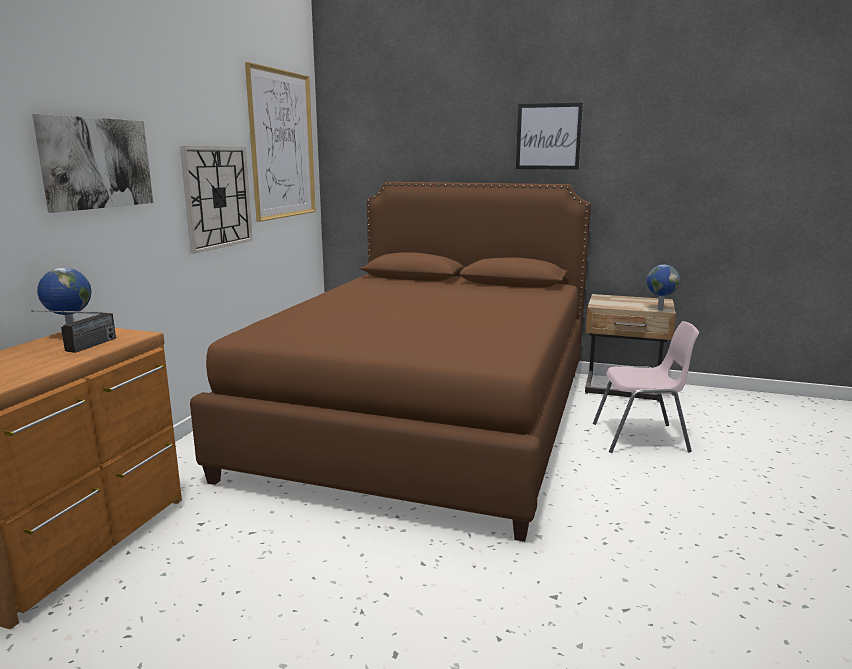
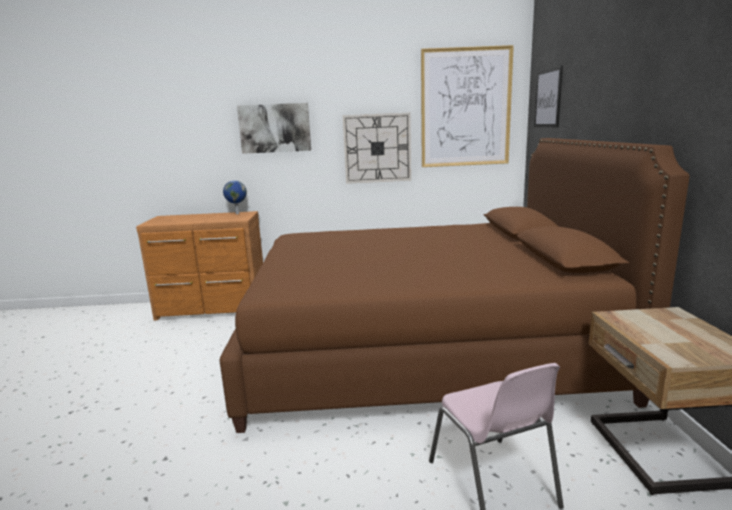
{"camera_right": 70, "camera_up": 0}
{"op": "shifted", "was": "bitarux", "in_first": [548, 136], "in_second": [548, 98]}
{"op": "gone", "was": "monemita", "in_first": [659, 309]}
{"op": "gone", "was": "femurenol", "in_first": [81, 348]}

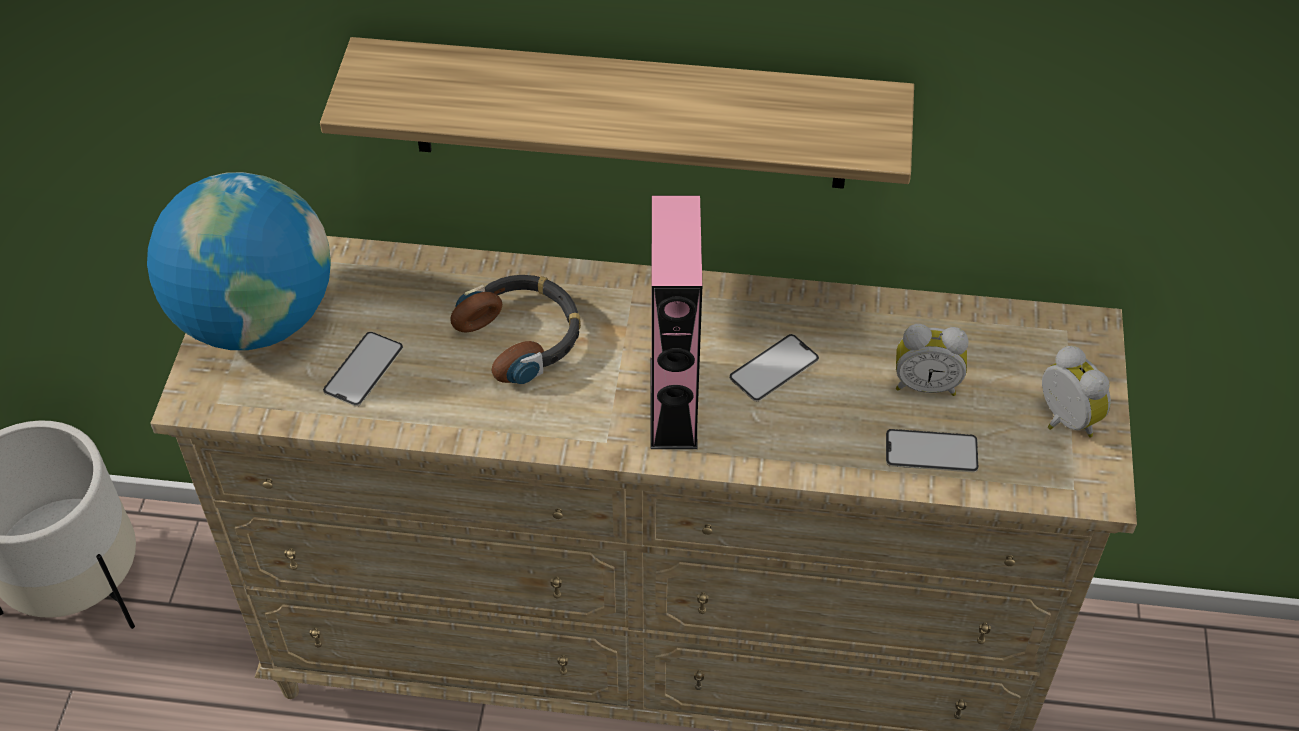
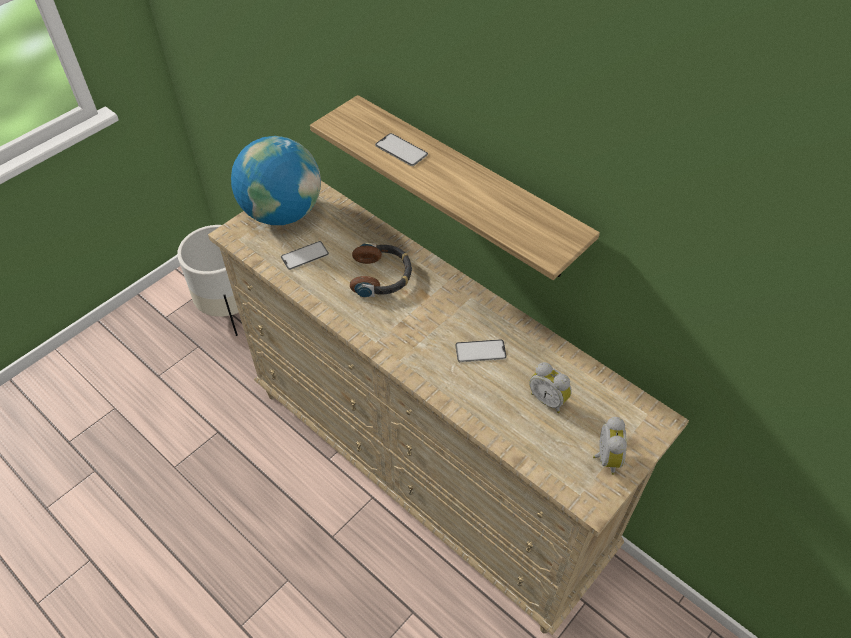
{"camera_right": 35, "camera_up": 0}
{"op": "gone", "was": "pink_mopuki", "in_first": [673, 402]}
{"op": "shifted", "was": "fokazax", "in_first": [931, 451], "in_second": [401, 150]}

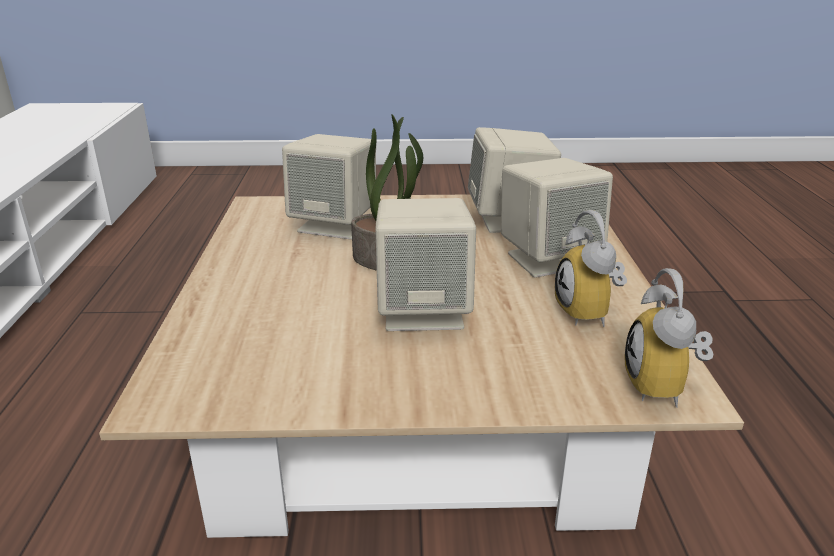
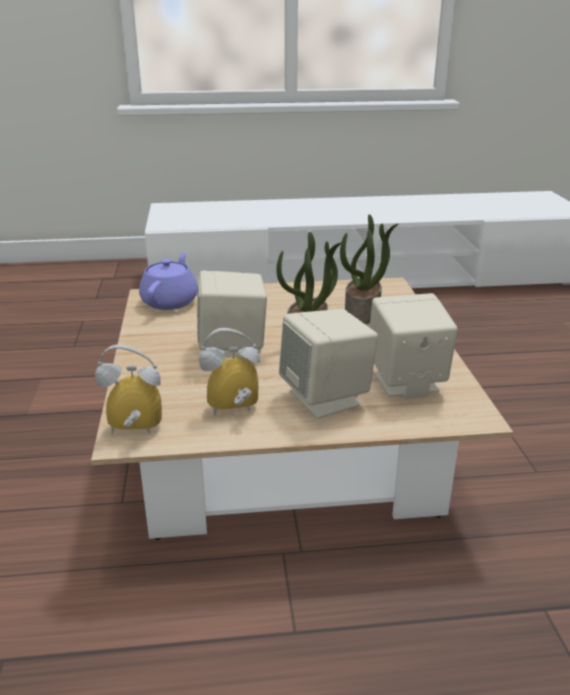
{"camera_right": 85, "camera_up": 0}
{"op": "swapped", "was": "beige_mopuki", "now": "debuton", "in_first": [335, 225], "in_second": [363, 313]}
{"op": "new", "now": "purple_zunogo", "in_second": [170, 301]}

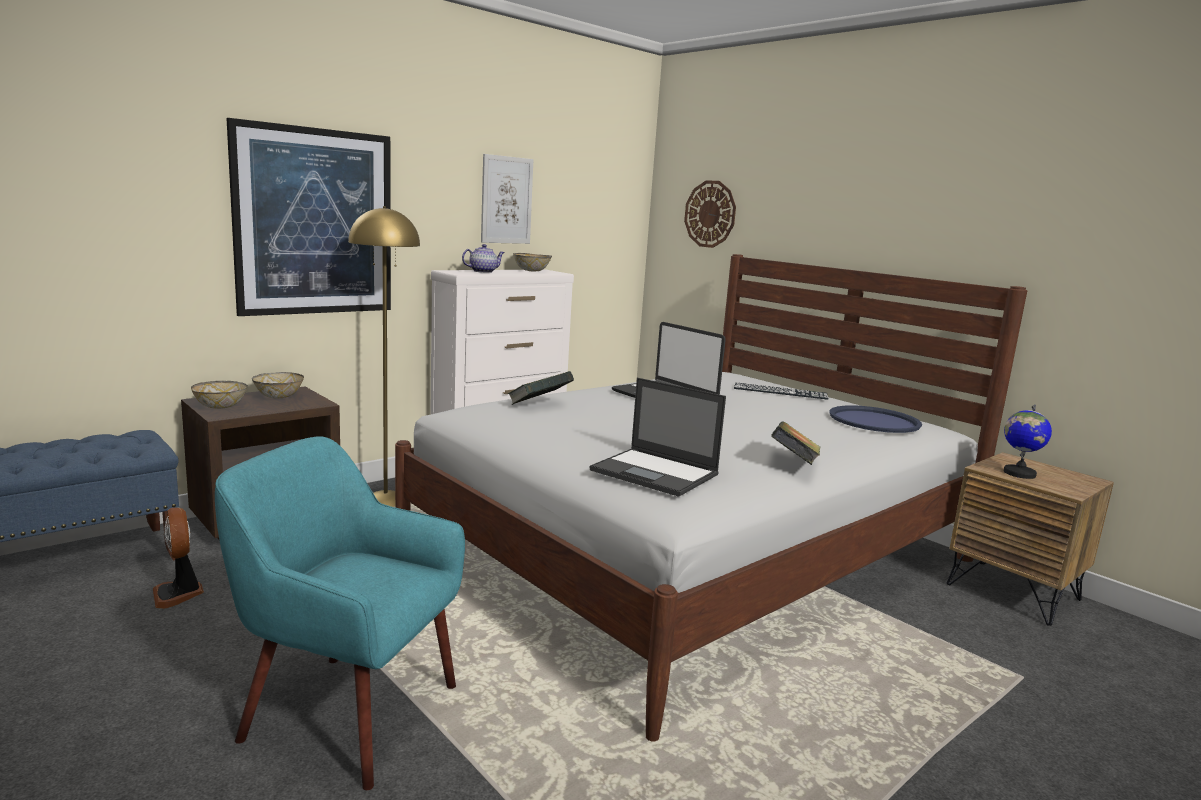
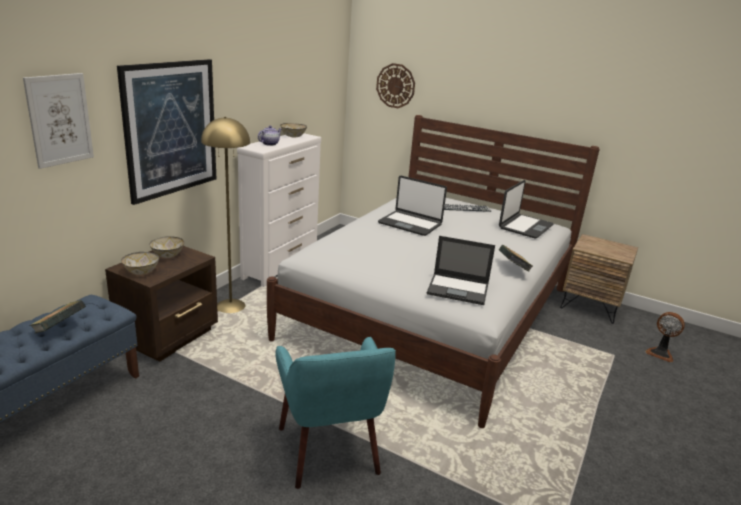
{"camera_right": -20, "camera_up": 10}
{"op": "shifted", "was": "bitarux", "in_first": [506, 200], "in_second": [60, 120]}
{"op": "shifted", "was": "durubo", "in_first": [539, 405], "in_second": [60, 329]}
{"op": "gone", "was": "monemita", "in_first": [1019, 473]}
{"op": "swapped", "was": "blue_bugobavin", "now": "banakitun", "in_first": [874, 421], "in_second": [525, 226]}
{"op": "rotated", "was": "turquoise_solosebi", "in_first": [348, 713], "in_second": [329, 450], "clockwise": -105}
{"op": "shifted", "was": "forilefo", "in_first": [179, 594], "in_second": [660, 353]}

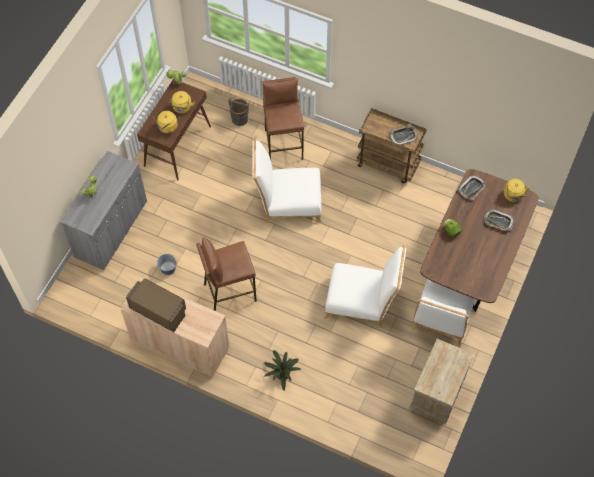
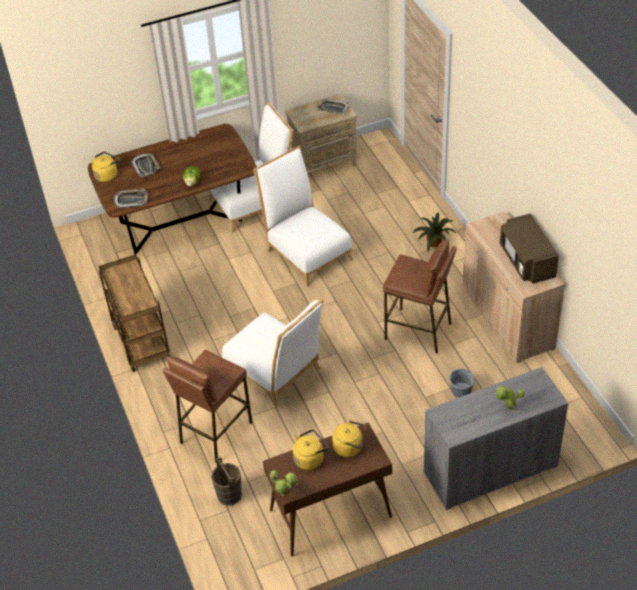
{"camera_right": -135, "camera_up": -15}
{"op": "shifted", "was": "bugobavin", "in_first": [403, 136], "in_second": [332, 109]}

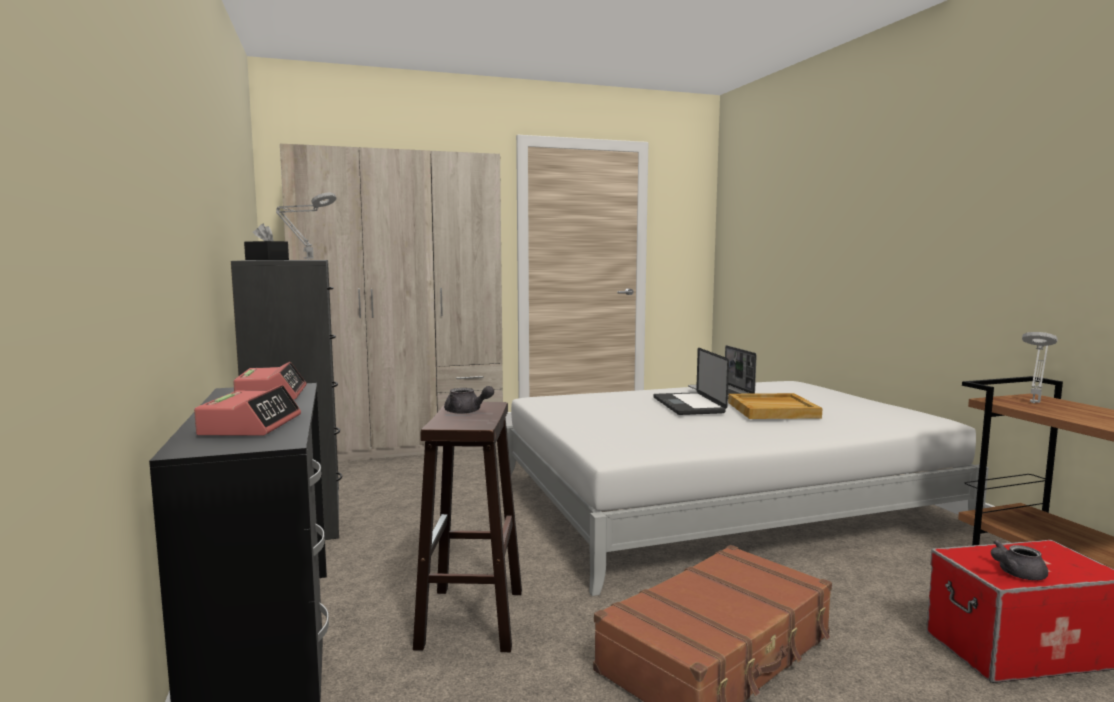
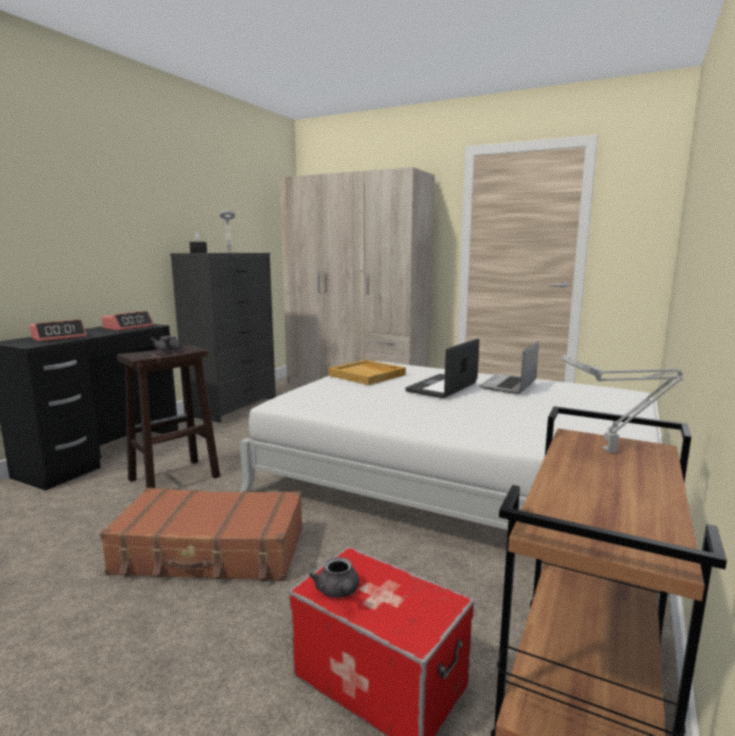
{"camera_right": 45, "camera_up": 5}
{"op": "shifted", "was": "beige_bugobavin", "in_first": [773, 410], "in_second": [368, 375]}
{"op": "rotated", "was": "grey_zunogo", "in_first": [1016, 574], "in_second": [338, 592], "clockwise": -135}

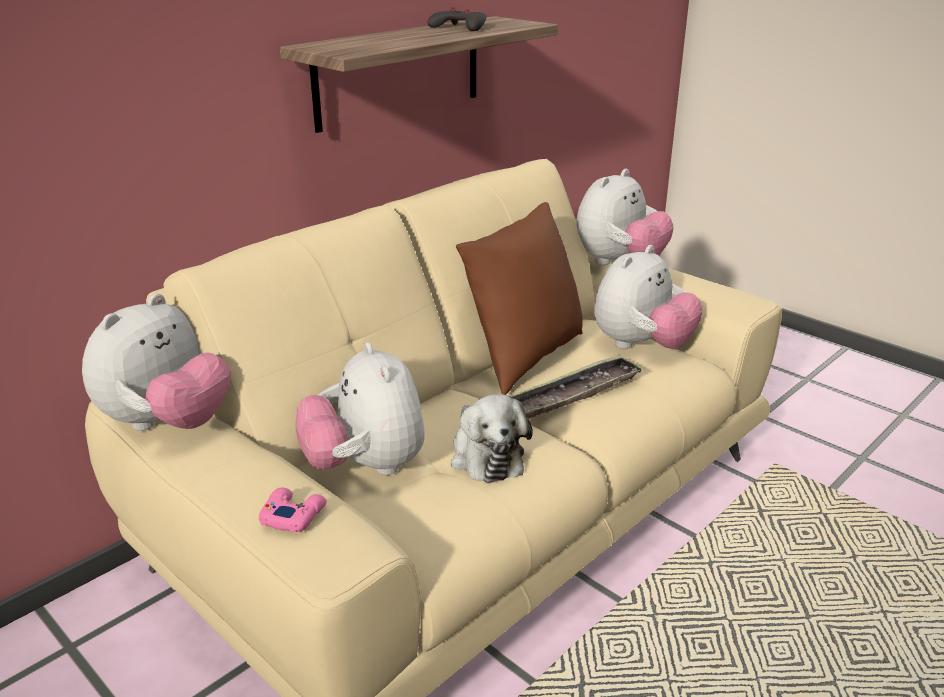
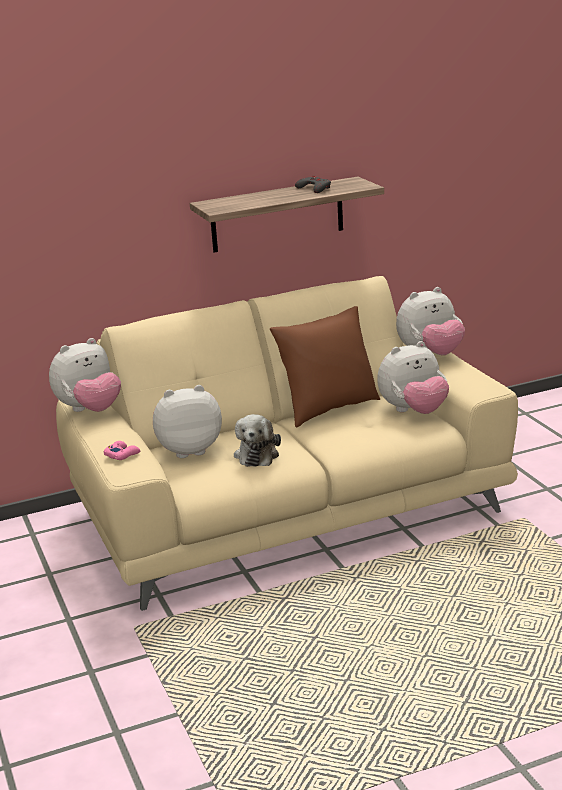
{"camera_right": 25, "camera_up": -5}
{"op": "rotated", "was": "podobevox", "in_first": [365, 466], "in_second": [188, 450], "clockwise": 75}
{"op": "gone", "was": "bugobavin", "in_first": [570, 396]}

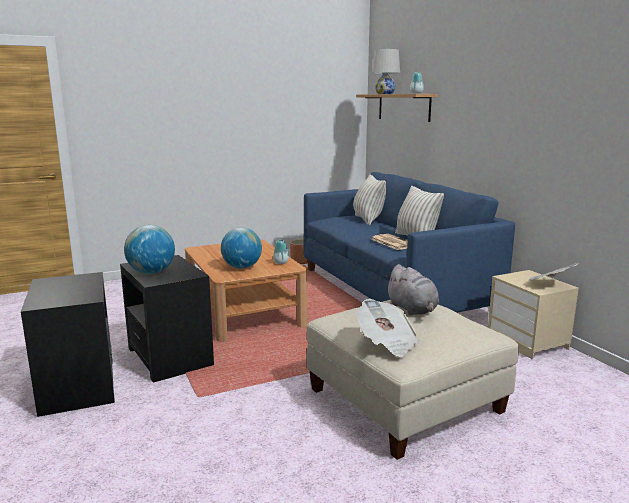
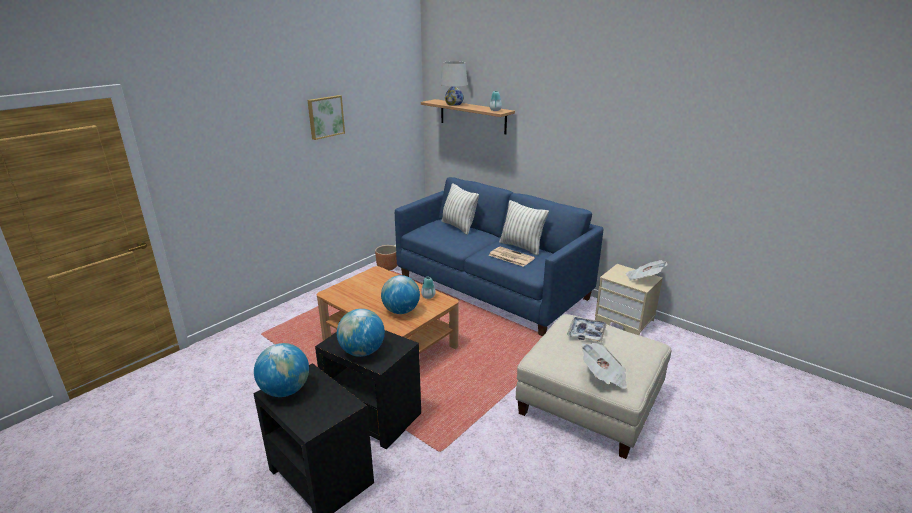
{"camera_right": -25, "camera_up": 10}
{"op": "swapped", "was": "grey_podobevox", "now": "bugobavin", "in_first": [413, 309], "in_second": [586, 333]}
{"op": "new", "now": "bitarux", "in_second": [325, 117]}
{"op": "new", "now": "monemita", "in_second": [285, 390]}

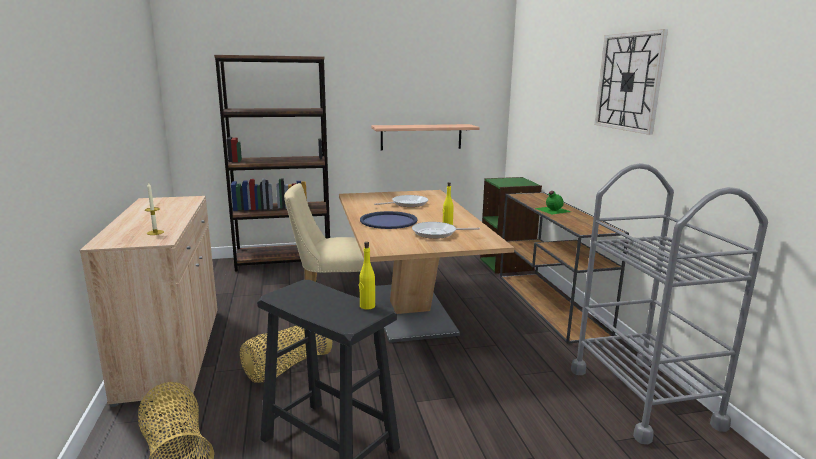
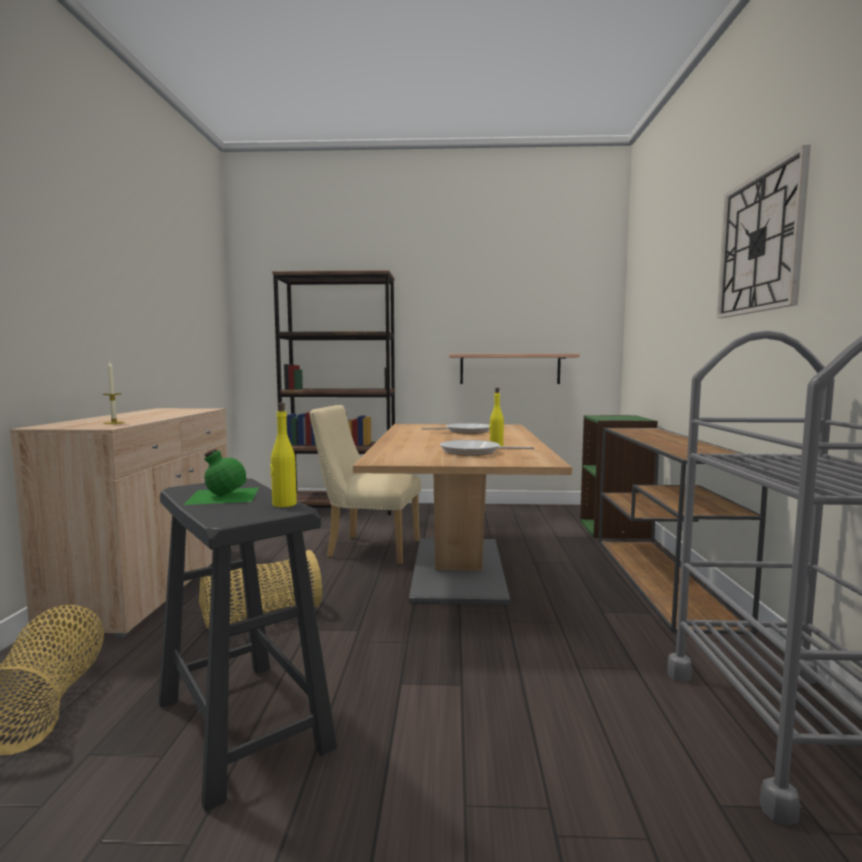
{"camera_right": 15, "camera_up": -10}
{"op": "shifted", "was": "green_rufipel", "in_first": [552, 210], "in_second": [222, 495]}
{"op": "gone", "was": "blue_bugobavin", "in_first": [388, 221]}

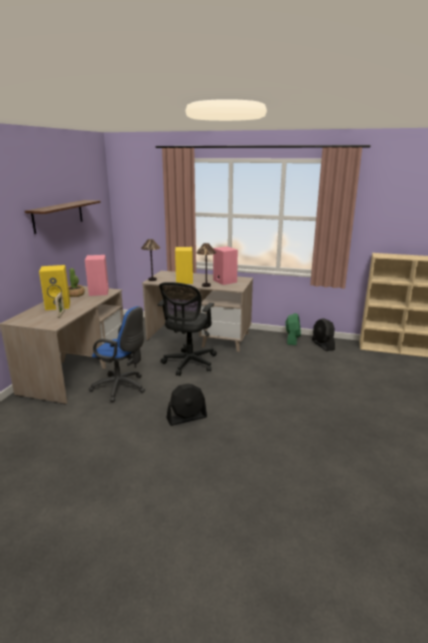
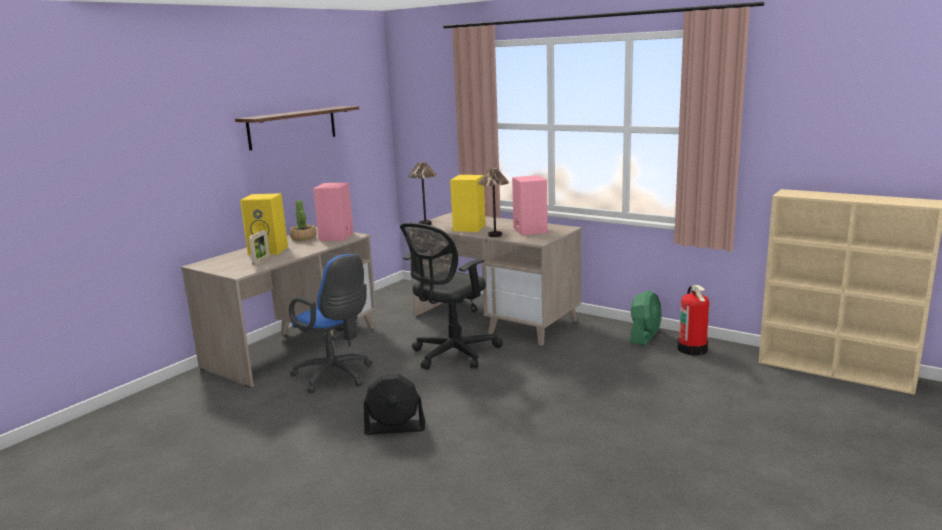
{"camera_right": 20, "camera_up": -5}
{"op": "swapped", "was": "black_forilefo", "now": "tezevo", "in_first": [322, 345], "in_second": [693, 349]}

